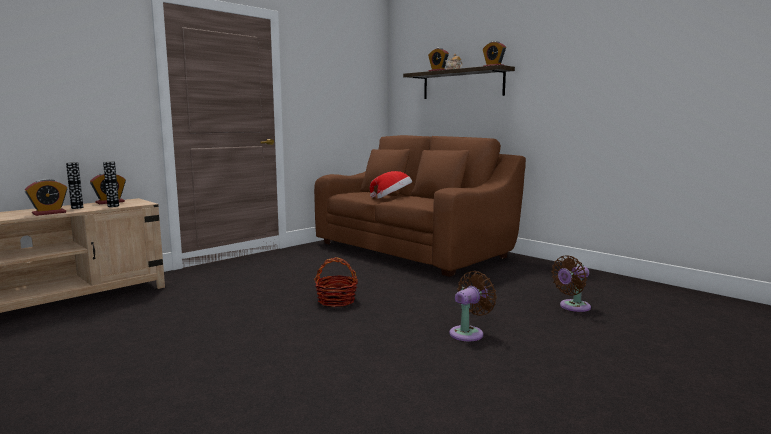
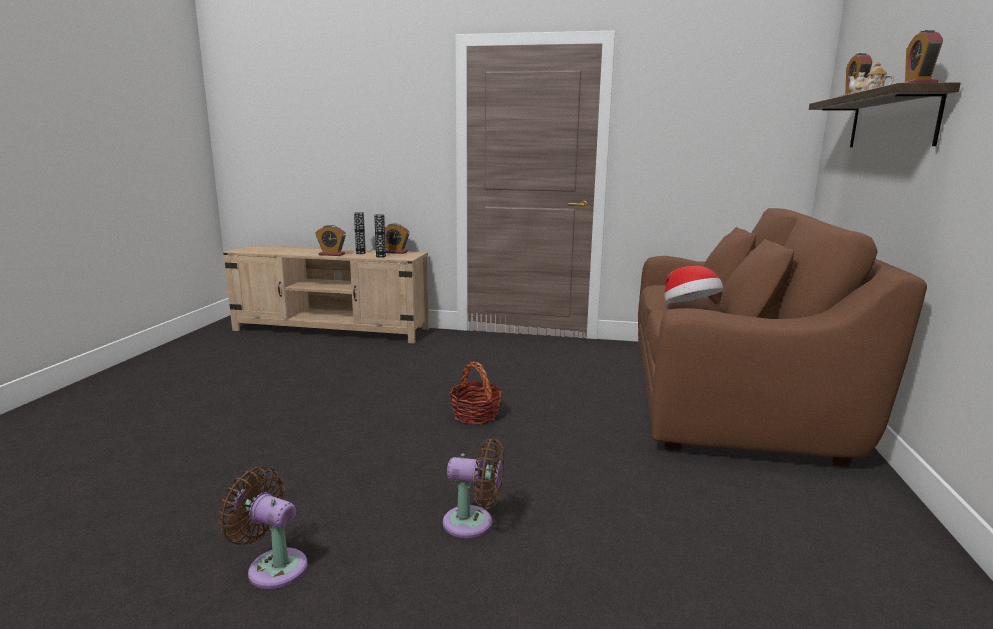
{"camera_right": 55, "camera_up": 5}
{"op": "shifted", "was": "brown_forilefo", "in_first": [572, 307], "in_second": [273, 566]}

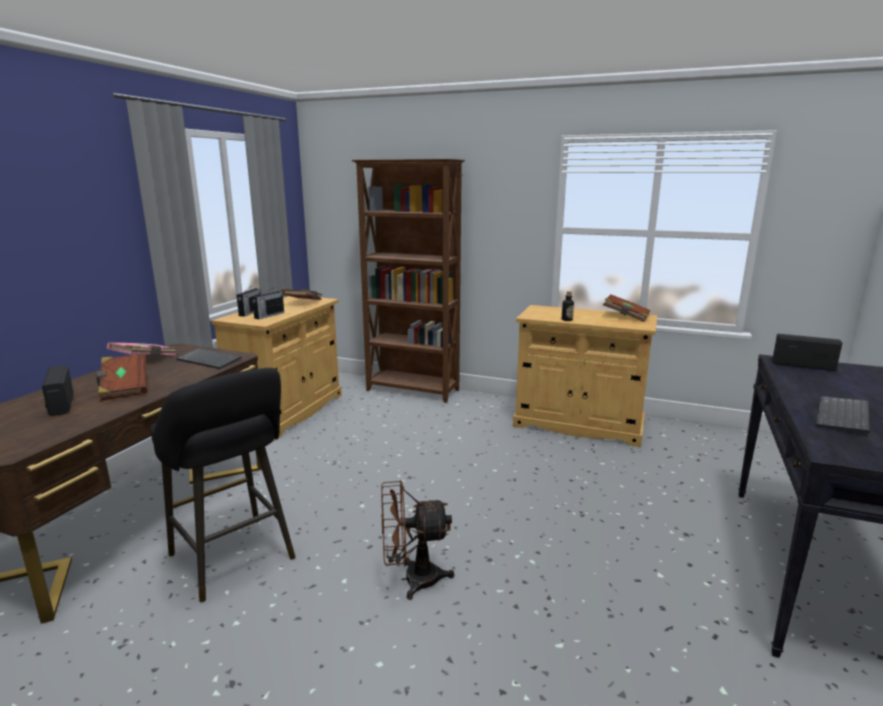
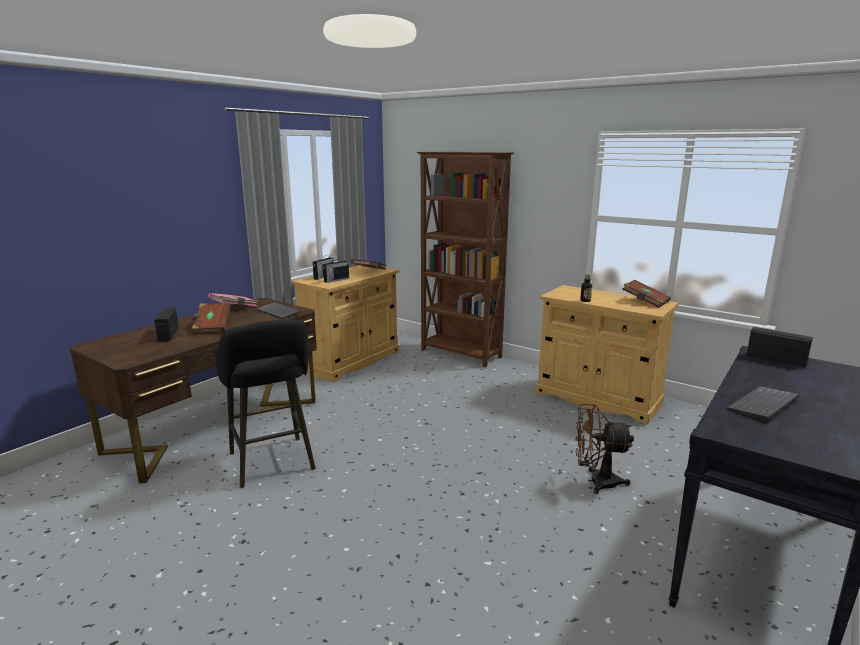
{"camera_right": 15, "camera_up": 0}
{"op": "shifted", "was": "brown_forilefo", "in_first": [412, 579], "in_second": [596, 481]}

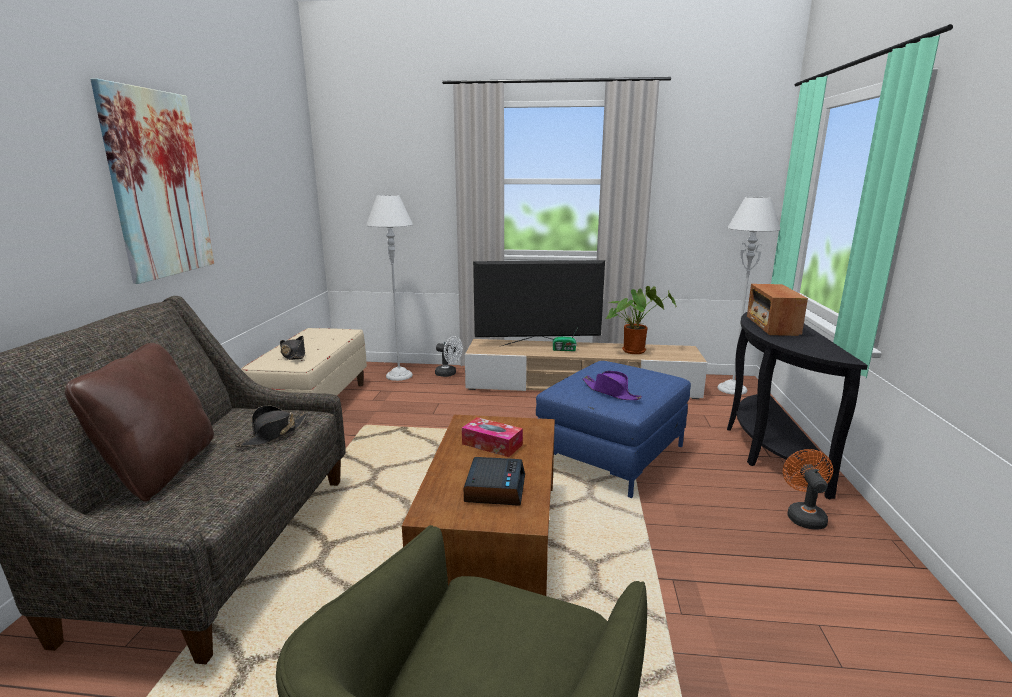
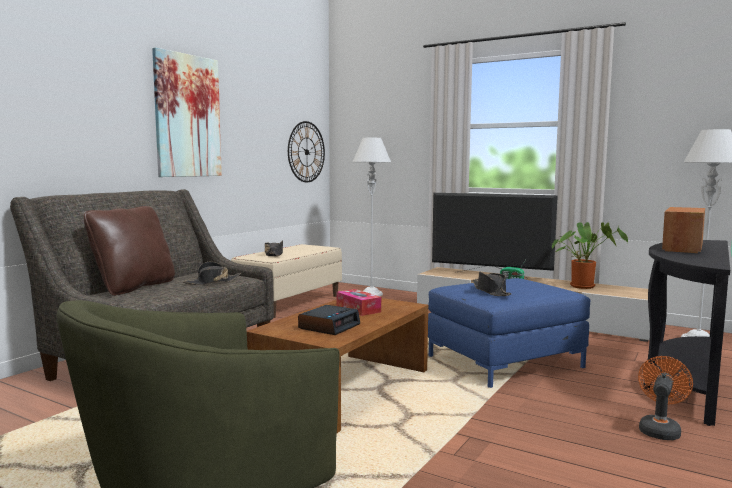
{"camera_right": 25, "camera_up": -10}
{"op": "gone", "was": "white_forilefo", "in_first": [448, 374]}
{"op": "repainted", "was": "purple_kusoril", "now": "black_kusoril", "in_first": [611, 392], "in_second": [491, 291]}
{"op": "new", "now": "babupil", "in_second": [306, 152]}

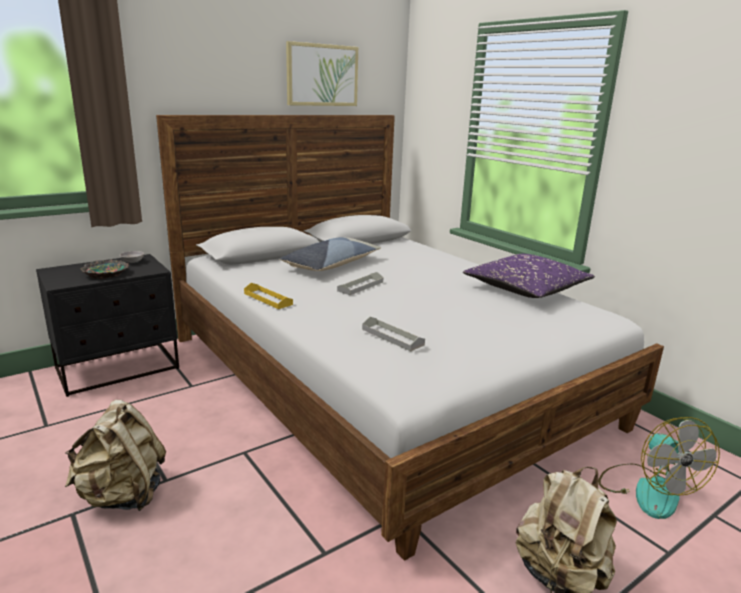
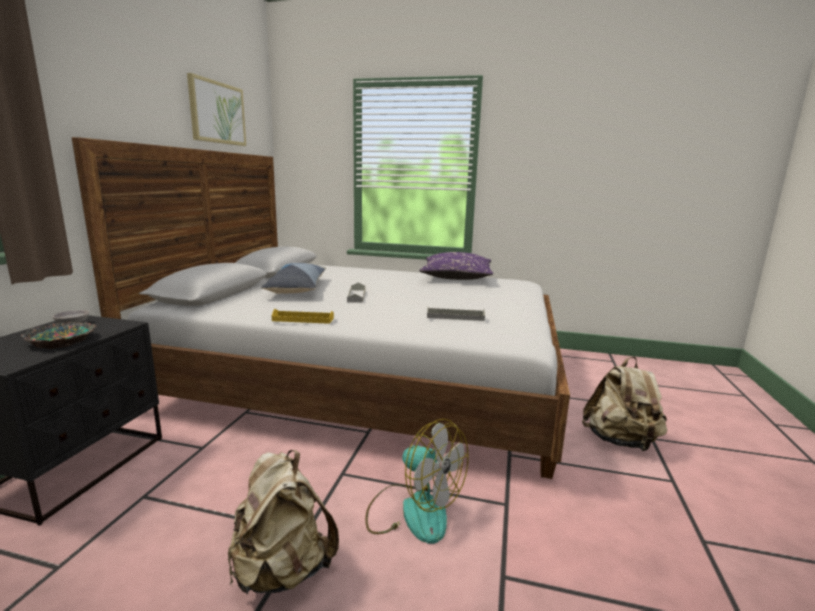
{"camera_right": -40, "camera_up": -5}
{"op": "shifted", "was": "forilefo", "in_first": [647, 490], "in_second": [413, 511]}

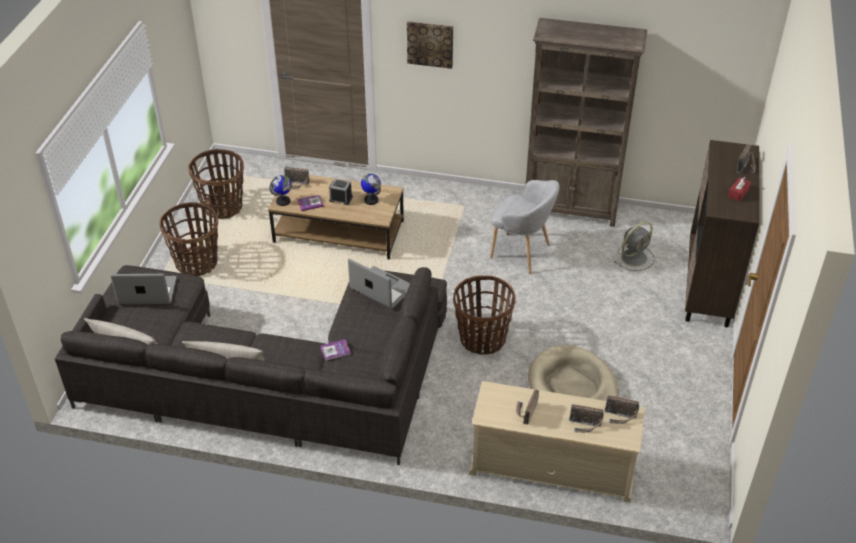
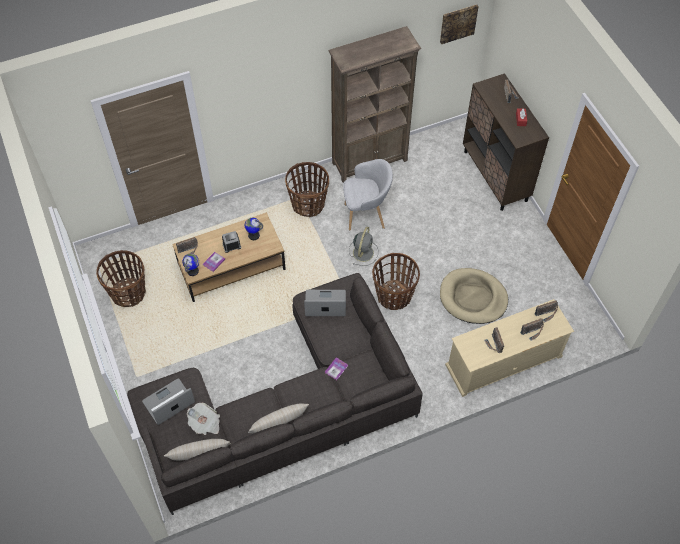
{"camera_right": -35, "camera_up": 15}
{"op": "shifted", "was": "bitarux", "in_first": [430, 44], "in_second": [458, 23]}
{"op": "shifted", "was": "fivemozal", "in_first": [196, 263], "in_second": [308, 204]}
{"op": "shifted", "was": "grey_forilefo", "in_first": [635, 257], "in_second": [363, 252]}
{"op": "new", "now": "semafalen", "in_second": [205, 423]}

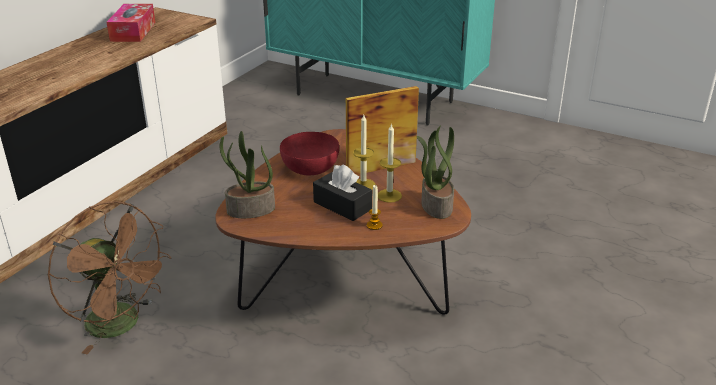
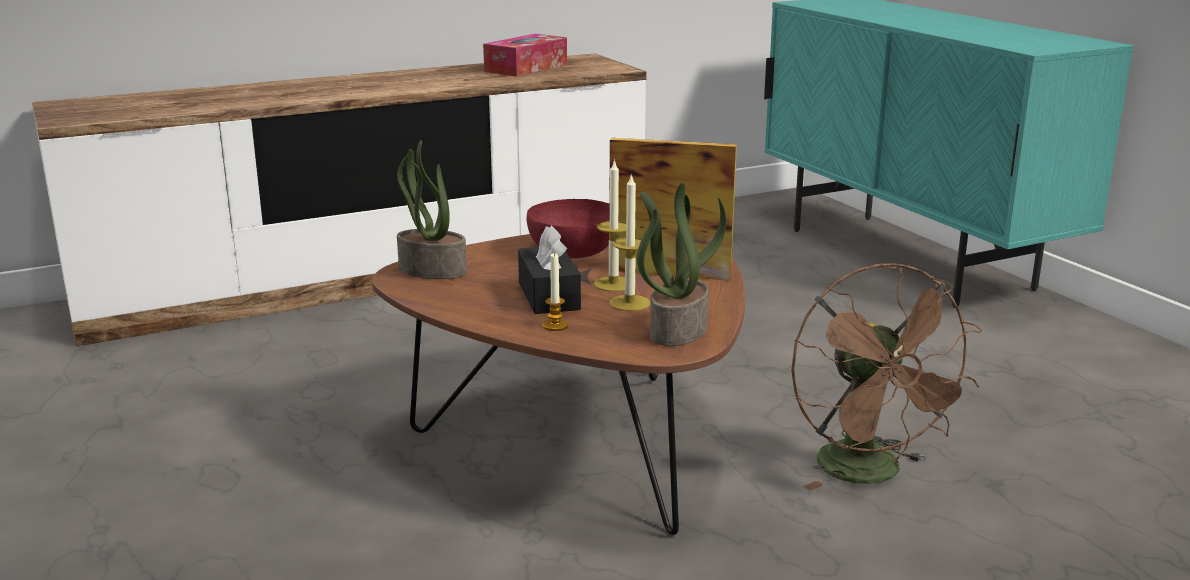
{"camera_right": 35, "camera_up": -10}
{"op": "shifted", "was": "brown_forilefo", "in_first": [122, 325], "in_second": [871, 474]}

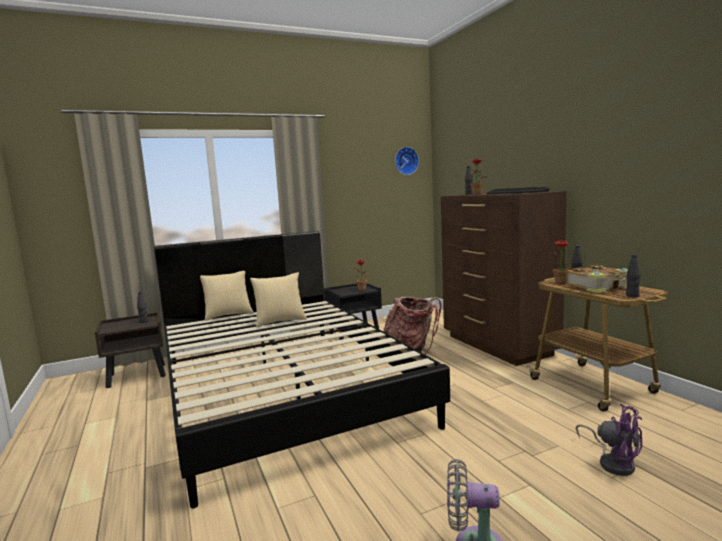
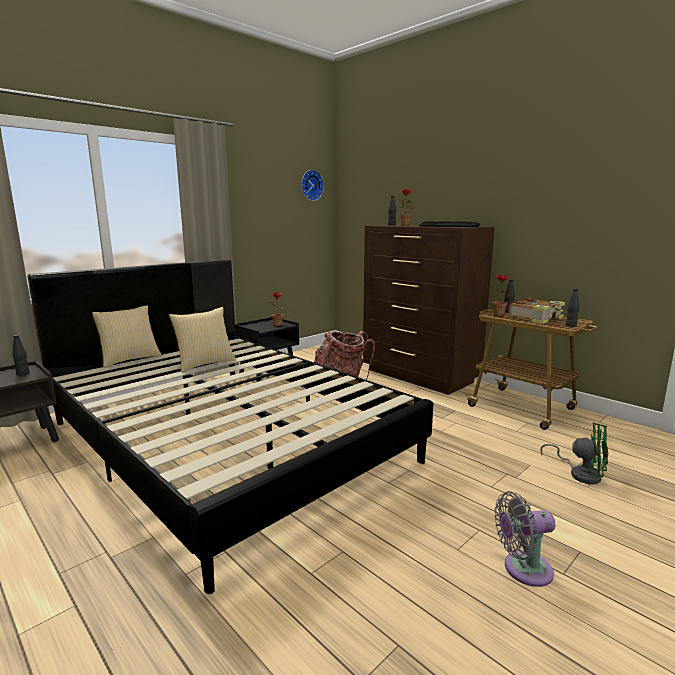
{"camera_right": -20, "camera_up": 5}
{"op": "repainted", "was": "purple_forilefo", "now": "green_forilefo", "in_first": [613, 462], "in_second": [580, 473]}

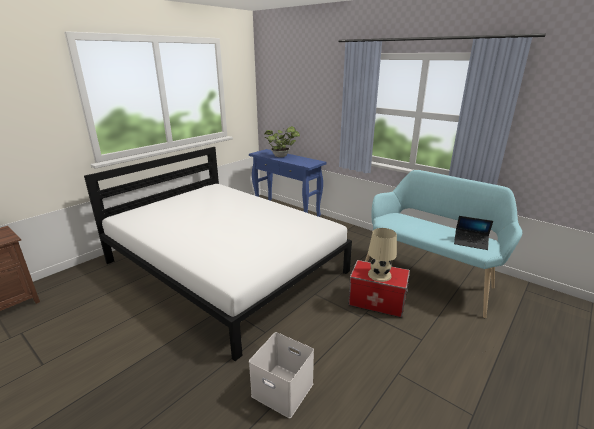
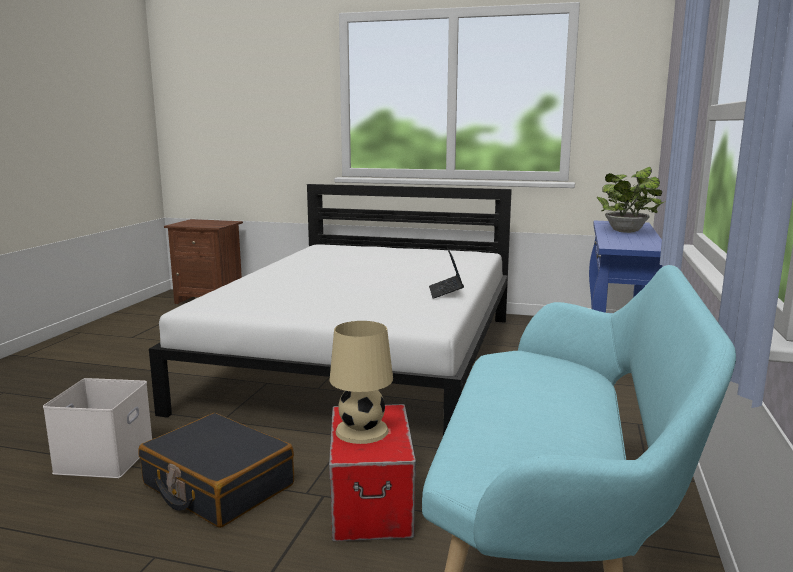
{"camera_right": 65, "camera_up": -10}
{"op": "shifted", "was": "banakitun", "in_first": [470, 242], "in_second": [445, 292]}
{"op": "new", "now": "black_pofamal", "in_second": [217, 485]}

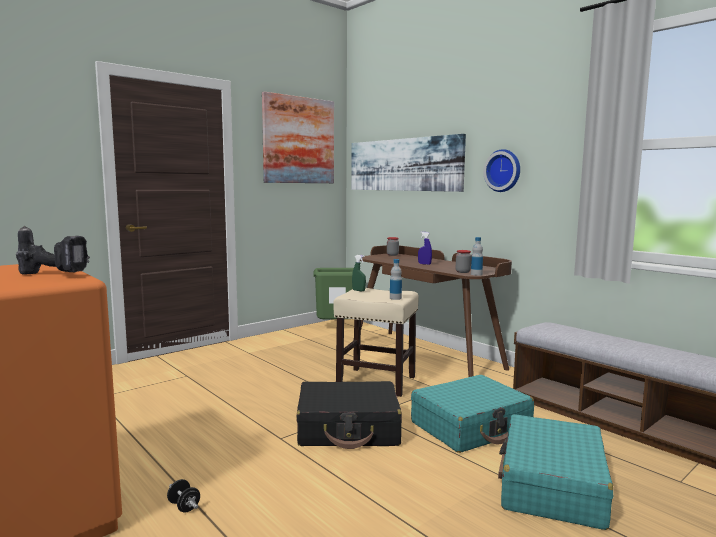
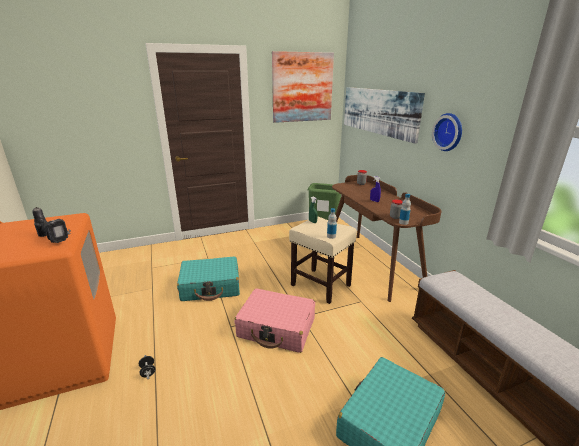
{"camera_right": 20, "camera_up": 15}
{"op": "shifted", "was": "turquoise_pofamal", "in_first": [471, 427], "in_second": [211, 286]}
{"op": "repainted", "was": "black_pofamal", "now": "pink_pofamal", "in_first": [348, 429], "in_second": [277, 328]}

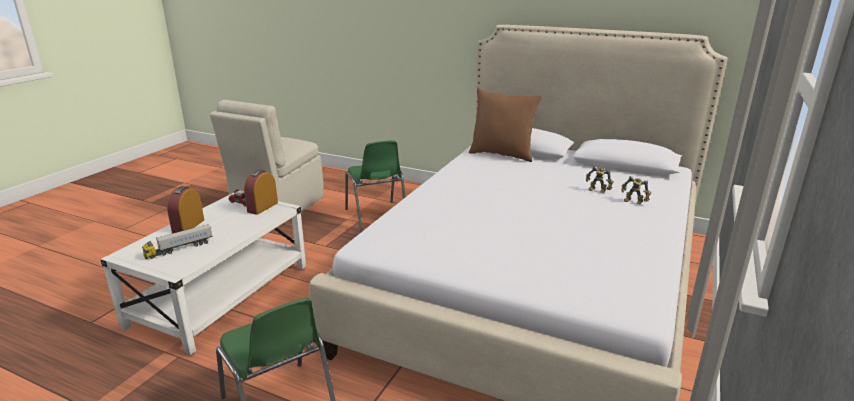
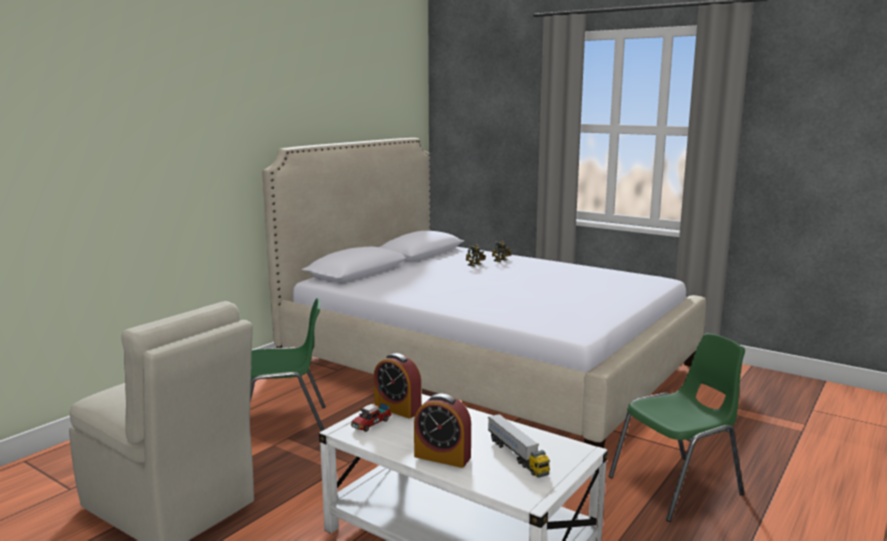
{"camera_right": -80, "camera_up": -10}
{"op": "gone", "was": "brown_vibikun", "in_first": [502, 154]}

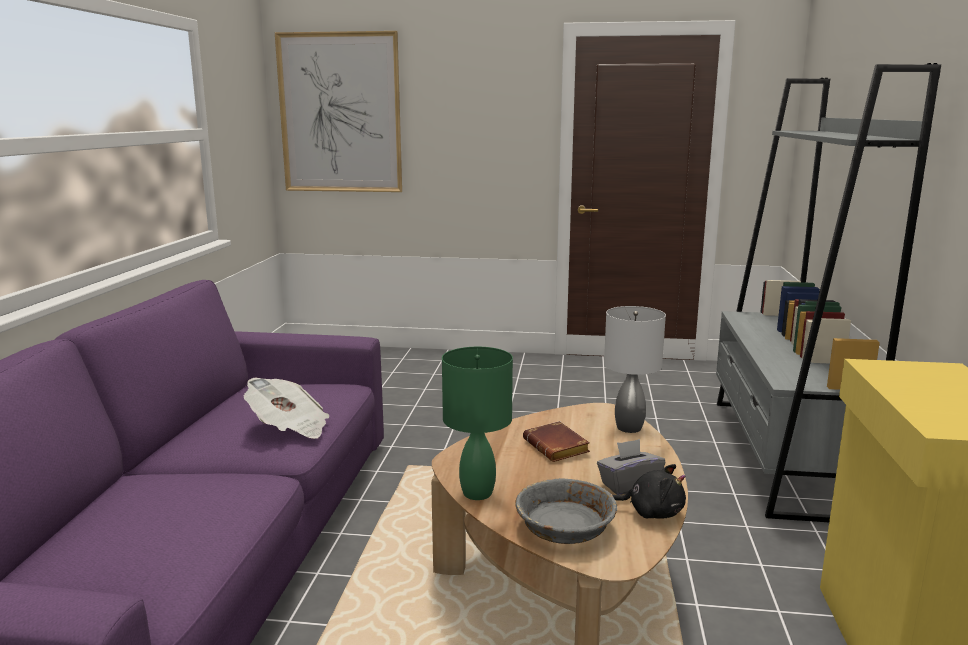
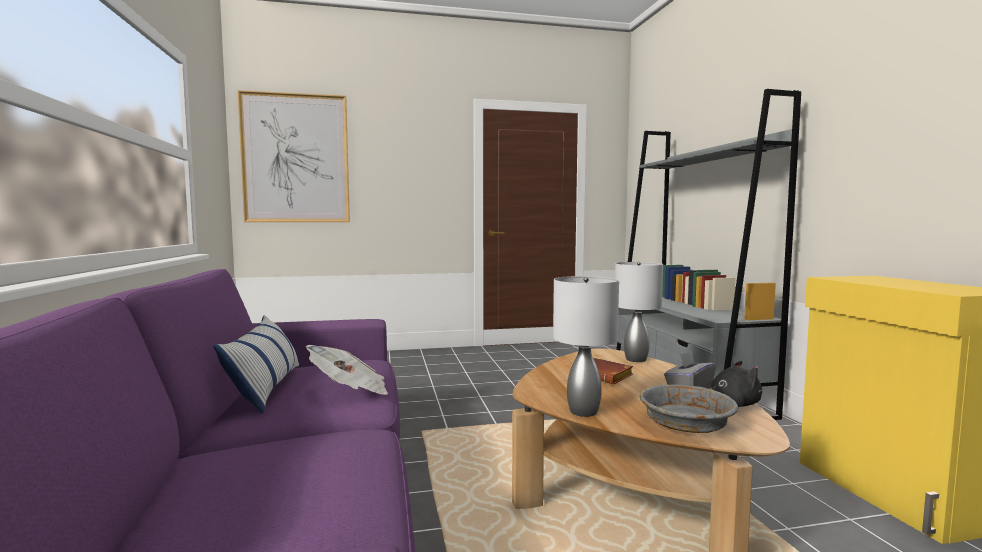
{"camera_right": -20, "camera_up": -10}
{"op": "repainted", "was": "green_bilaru", "now": "grey_bilaru", "in_first": [478, 493], "in_second": [584, 412]}
{"op": "new", "now": "vibikun", "in_second": [266, 387]}

